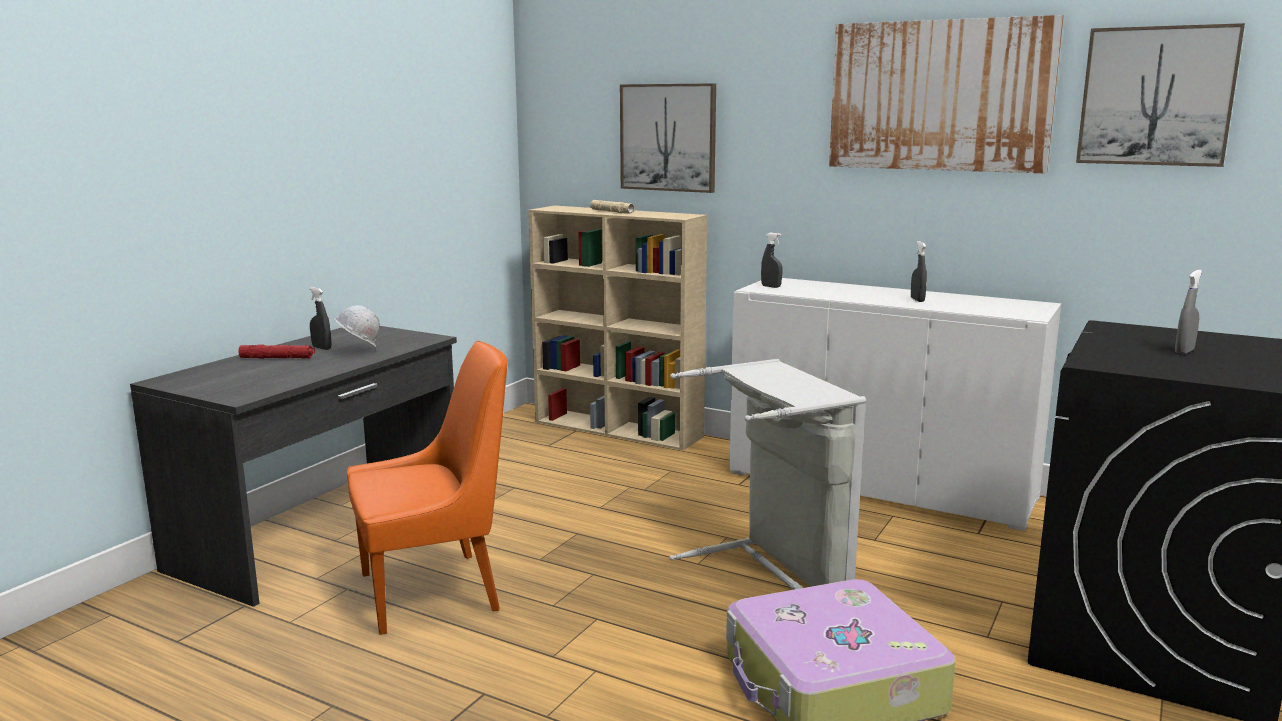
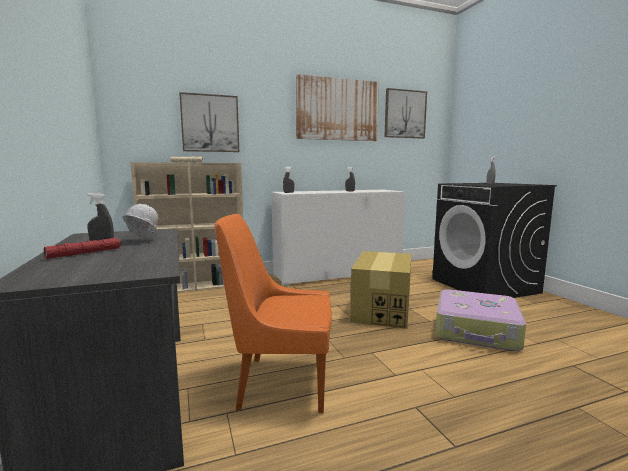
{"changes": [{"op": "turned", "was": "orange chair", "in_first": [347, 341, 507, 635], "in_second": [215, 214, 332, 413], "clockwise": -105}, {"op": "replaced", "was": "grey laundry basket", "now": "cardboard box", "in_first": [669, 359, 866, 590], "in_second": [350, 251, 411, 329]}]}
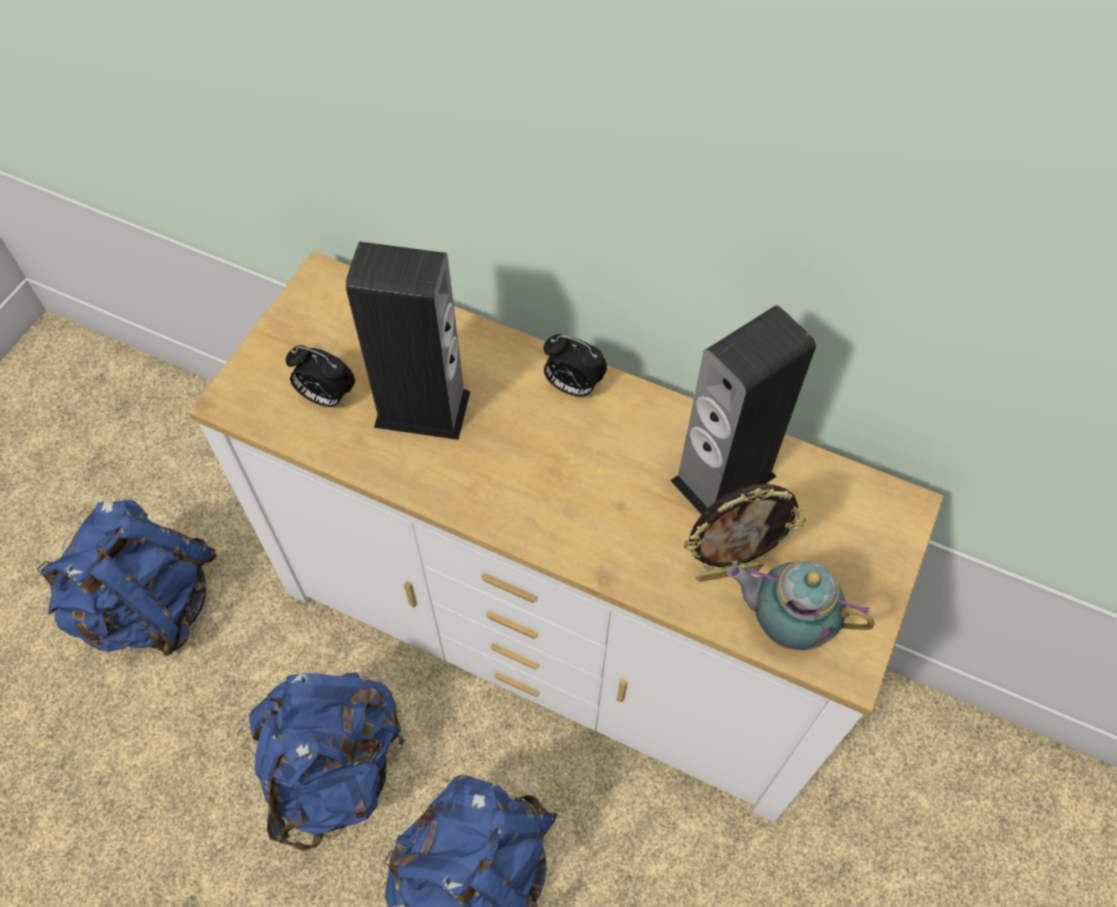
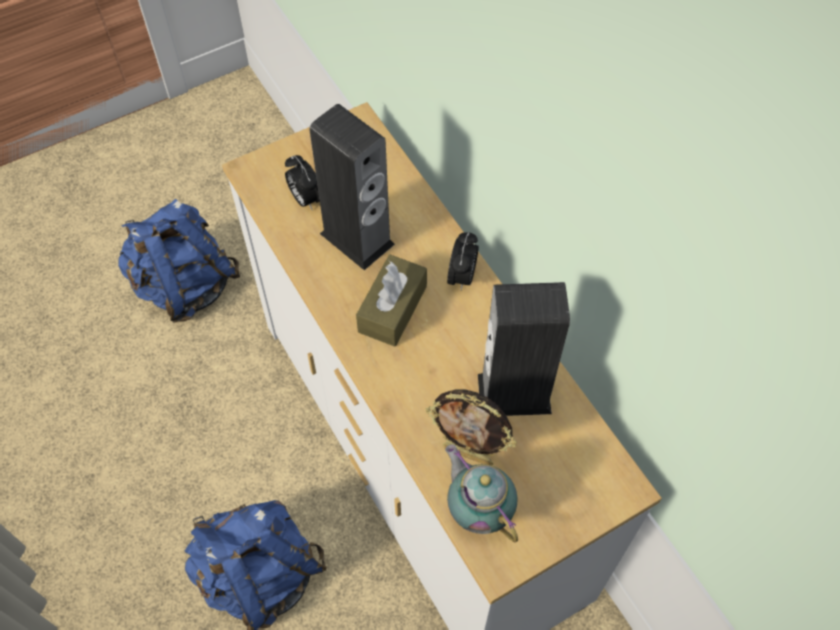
{"changes": [{"op": "removed", "was": "blue backpack", "in_first": [249, 672, 406, 851]}, {"op": "turned", "was": "alarm clock", "in_first": [543, 334, 607, 397], "in_second": [447, 232, 478, 290], "clockwise": -135}, {"op": "added", "now": "brown tissue box", "in_second": [356, 255, 427, 347]}]}
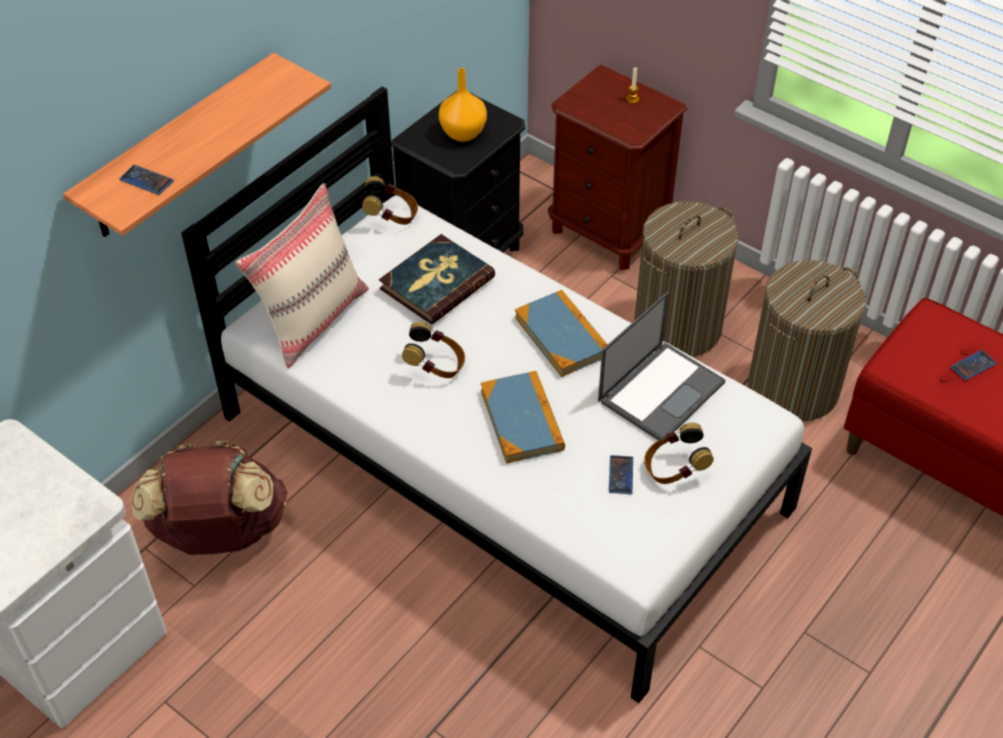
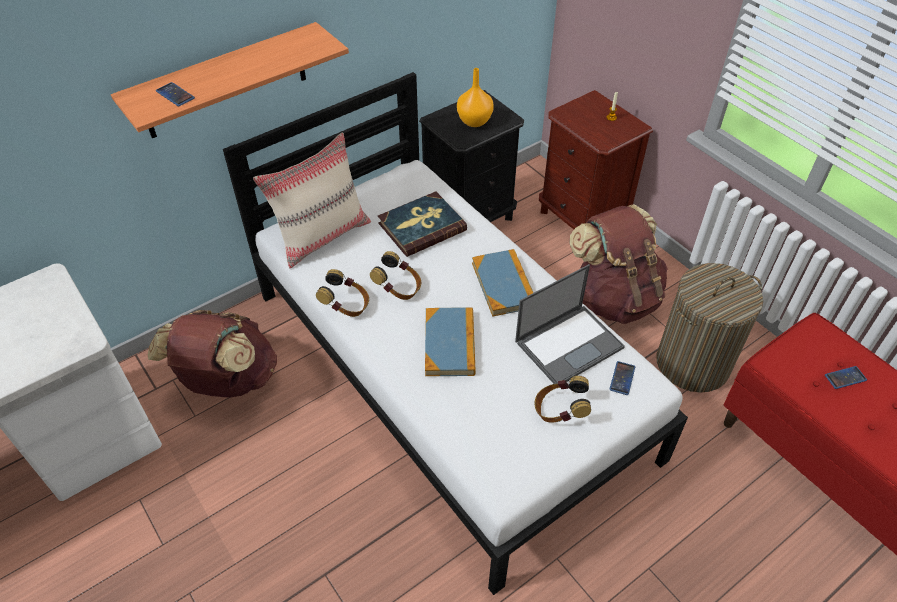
{"changes": [{"op": "moved", "was": "headphones", "in_first": [362, 176, 418, 225], "in_second": [316, 269, 369, 317]}, {"op": "moved", "was": "phone", "in_first": [609, 455, 633, 494], "in_second": [610, 361, 635, 395]}, {"op": "replaced", "was": "laundry basket", "now": "brown backpack", "in_first": [634, 201, 739, 357], "in_second": [569, 204, 668, 324]}]}
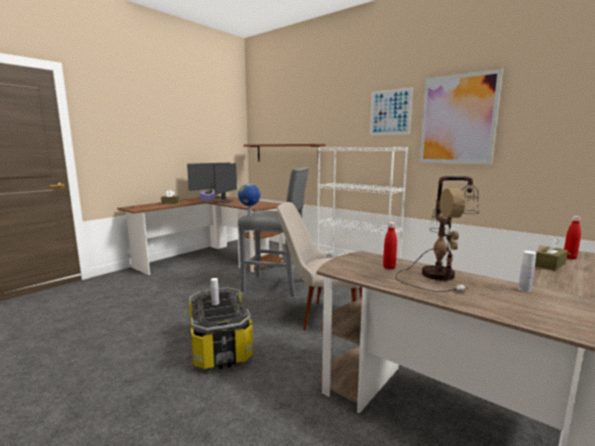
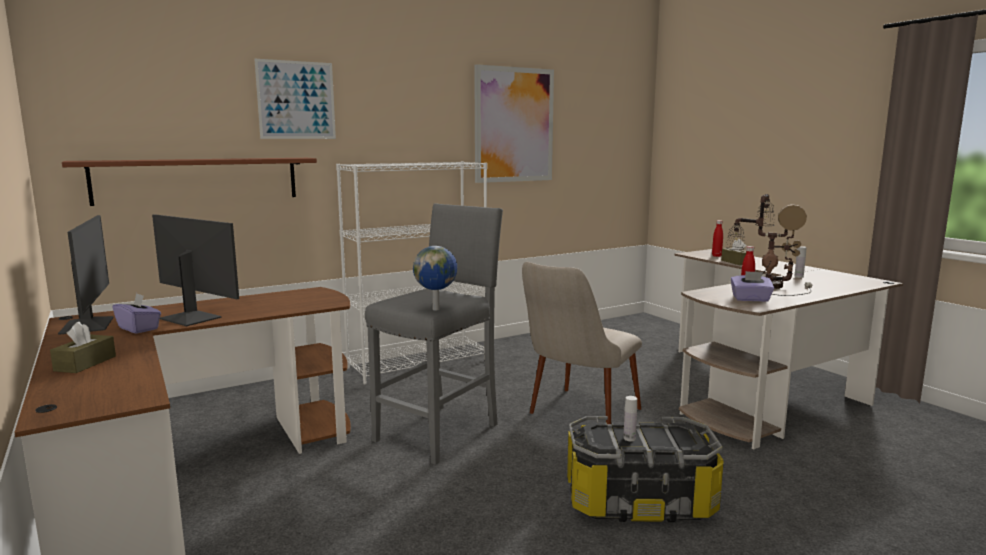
{"changes": [{"op": "moved", "was": "picture", "in_first": [370, 87, 413, 135], "in_second": [255, 59, 336, 139]}, {"op": "added", "now": "purple tissue box", "in_second": [731, 271, 775, 302]}]}
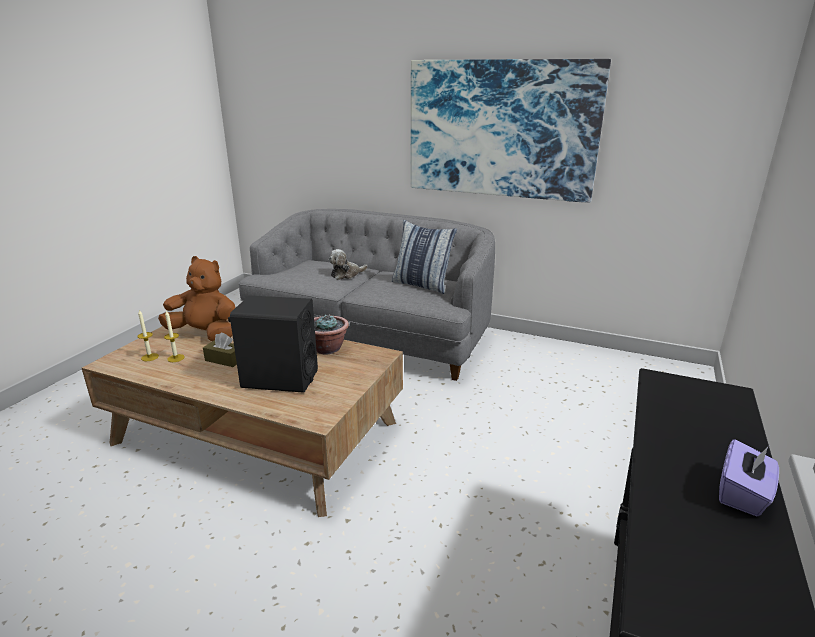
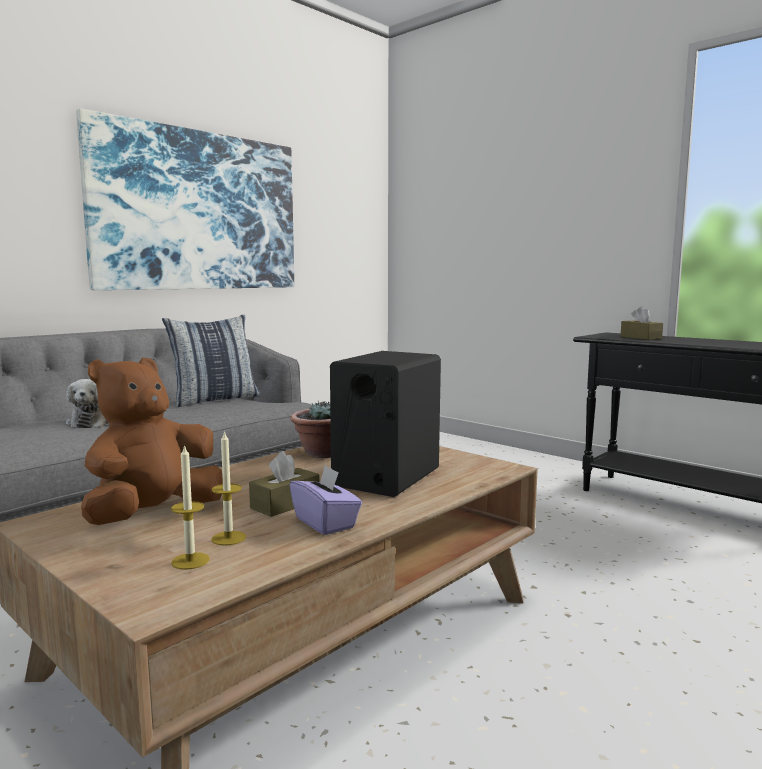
{"changes": [{"op": "moved", "was": "purple tissue box", "in_first": [719, 439, 779, 516], "in_second": [290, 465, 362, 535]}, {"op": "added", "now": "brown tissue box", "in_second": [621, 307, 663, 340]}]}
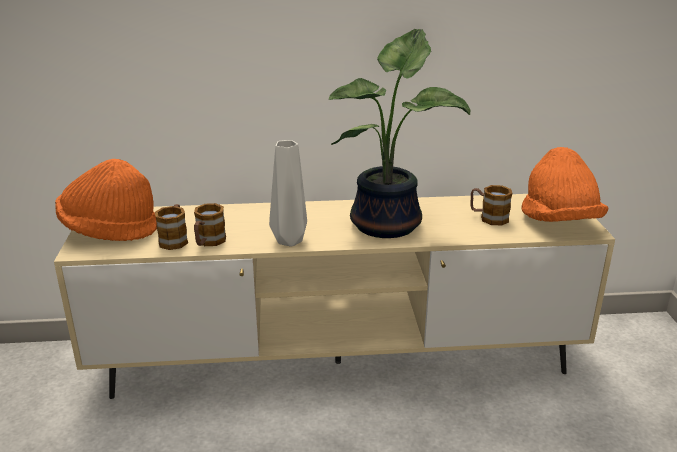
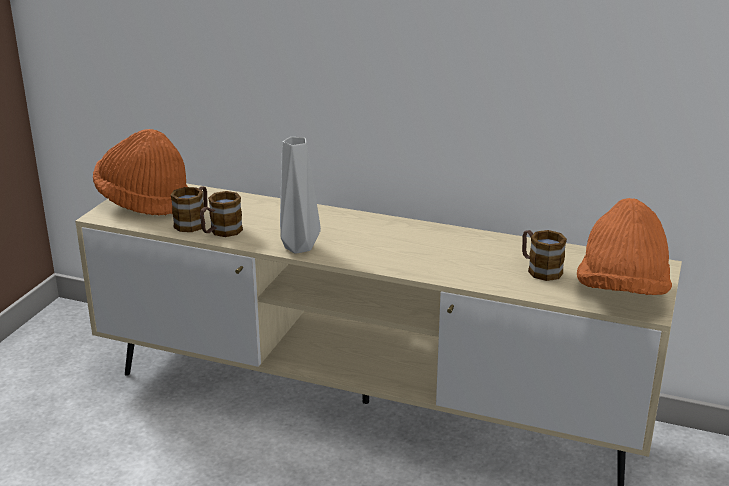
{"changes": [{"op": "removed", "was": "potted plant", "in_first": [329, 29, 470, 238]}]}
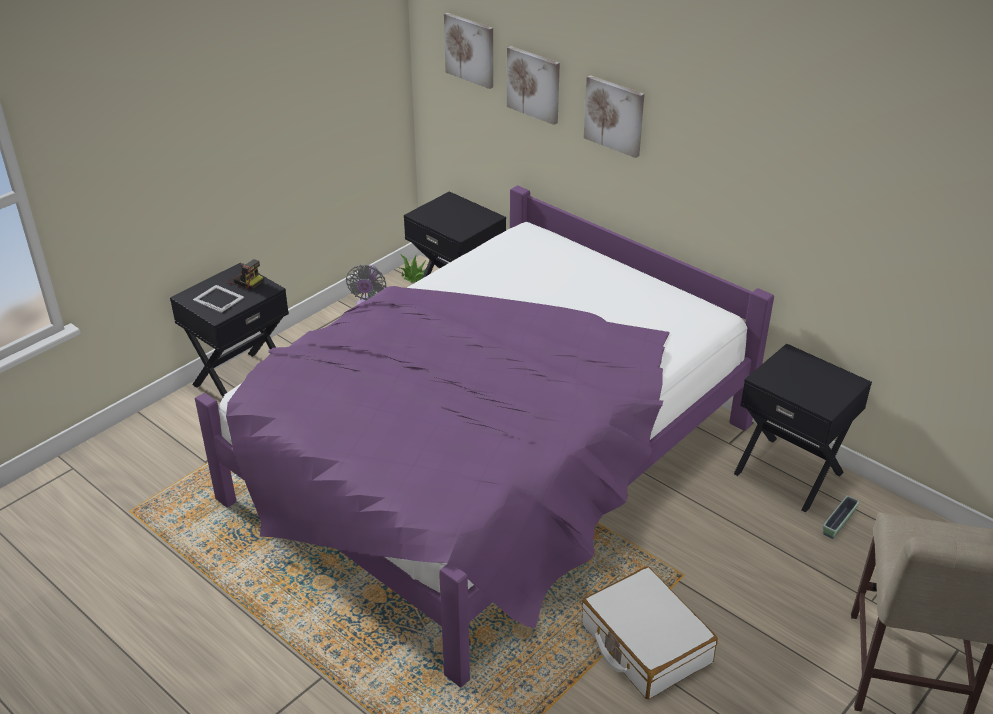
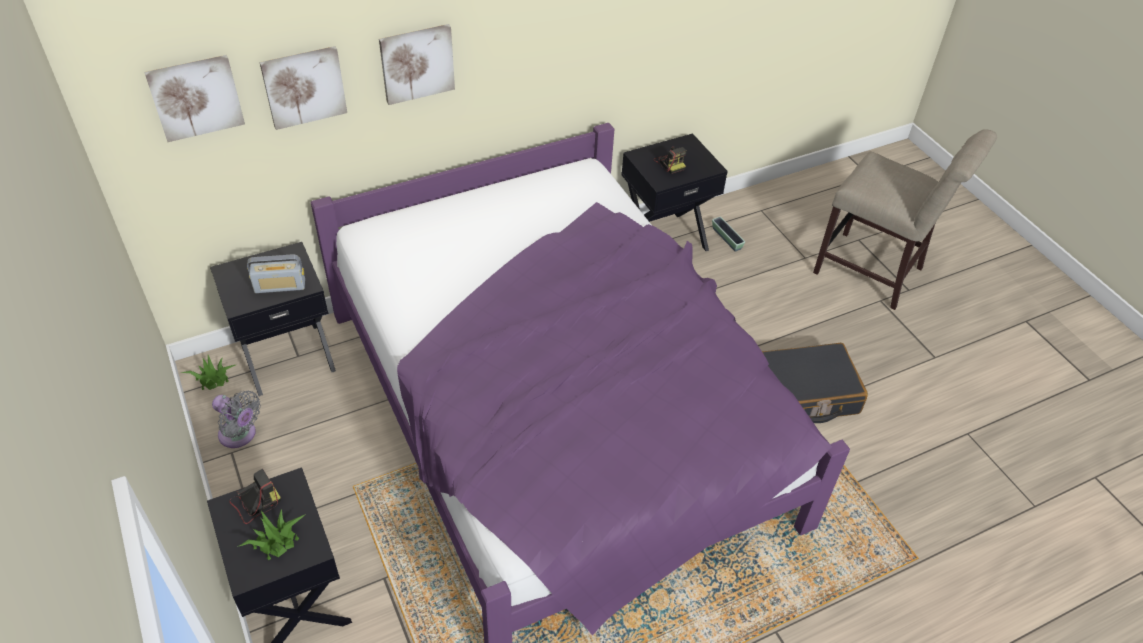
{"changes": [{"op": "replaced", "was": "picture frame", "now": "potted plant", "in_first": [193, 285, 244, 313], "in_second": [237, 510, 306, 560]}, {"op": "recoloured", "was": "white suitcase", "now": "black suitcase", "in_first": [582, 566, 718, 699], "in_second": [762, 343, 868, 423]}, {"op": "added", "now": "radio", "in_second": [247, 255, 305, 293]}, {"op": "added", "now": "photo camera", "in_second": [654, 147, 687, 174]}]}
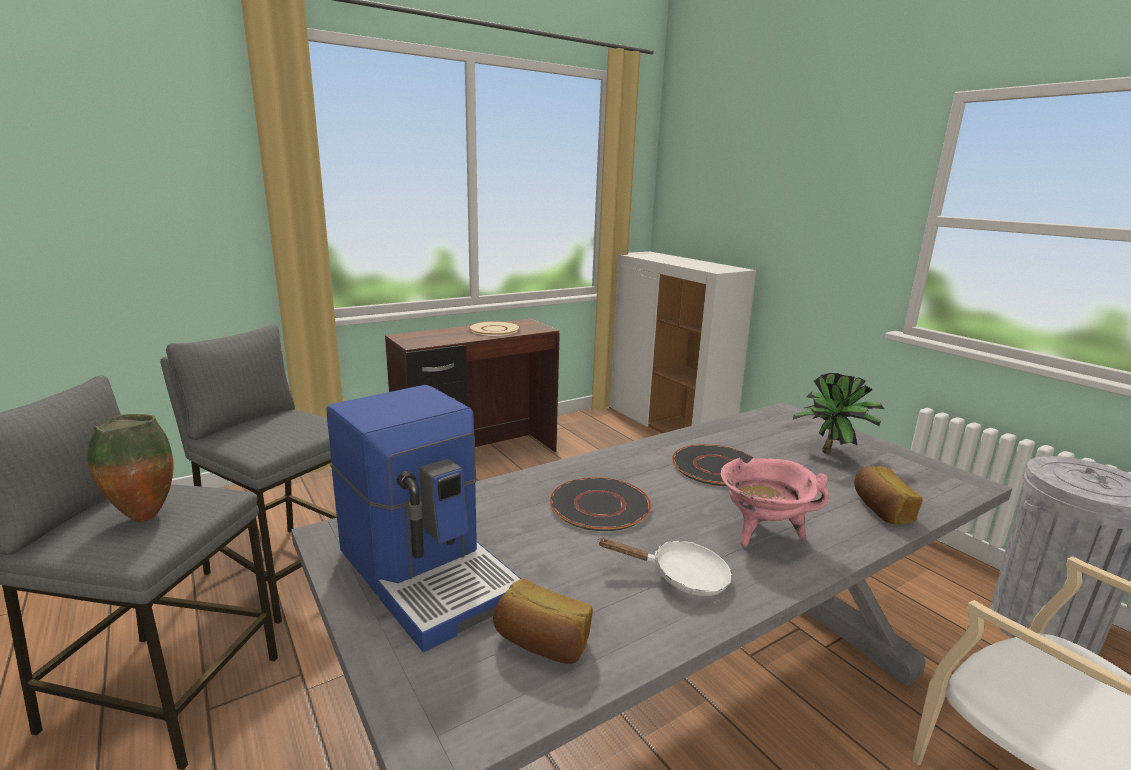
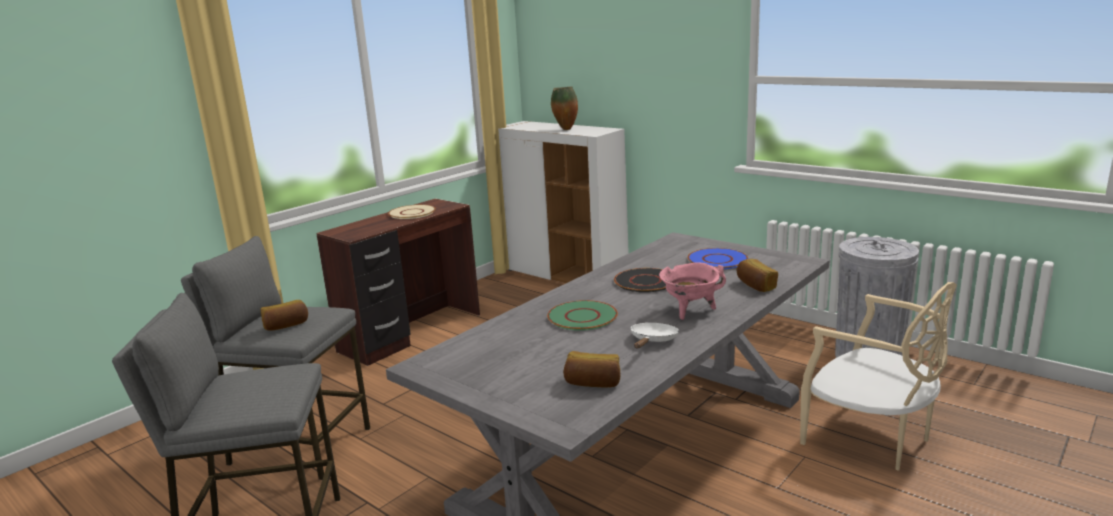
{"changes": [{"op": "moved", "was": "vase", "in_first": [87, 414, 174, 522], "in_second": [551, 87, 578, 130]}, {"op": "removed", "was": "coffee machine", "in_first": [327, 385, 521, 653]}, {"op": "recoloured", "was": "black plate", "now": "green plate", "in_first": [549, 477, 652, 531], "in_second": [547, 300, 618, 331]}, {"op": "turned", "was": "white frying pan", "in_first": [597, 538, 732, 596], "in_second": [631, 323, 679, 348], "clockwise": -60}, {"op": "replaced", "was": "potted plant", "now": "blue plate", "in_first": [793, 373, 884, 454], "in_second": [687, 248, 748, 269]}, {"op": "added", "now": "bread", "in_second": [261, 300, 308, 331]}]}
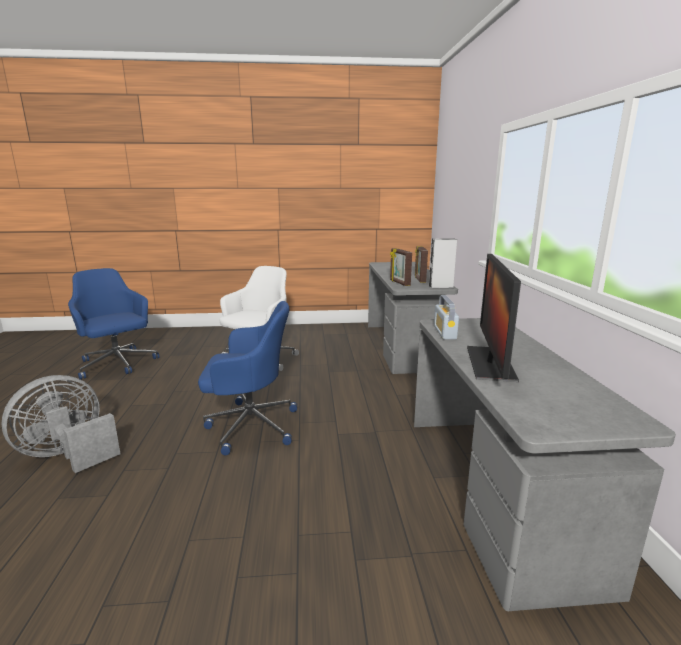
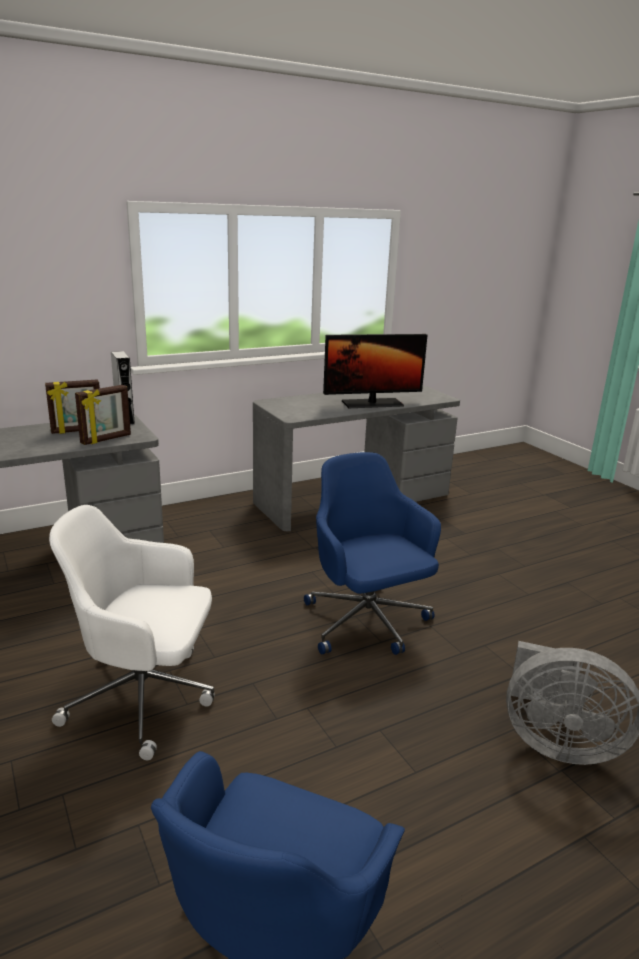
{"changes": [{"op": "removed", "was": "radio", "in_first": [434, 295, 459, 340]}]}
